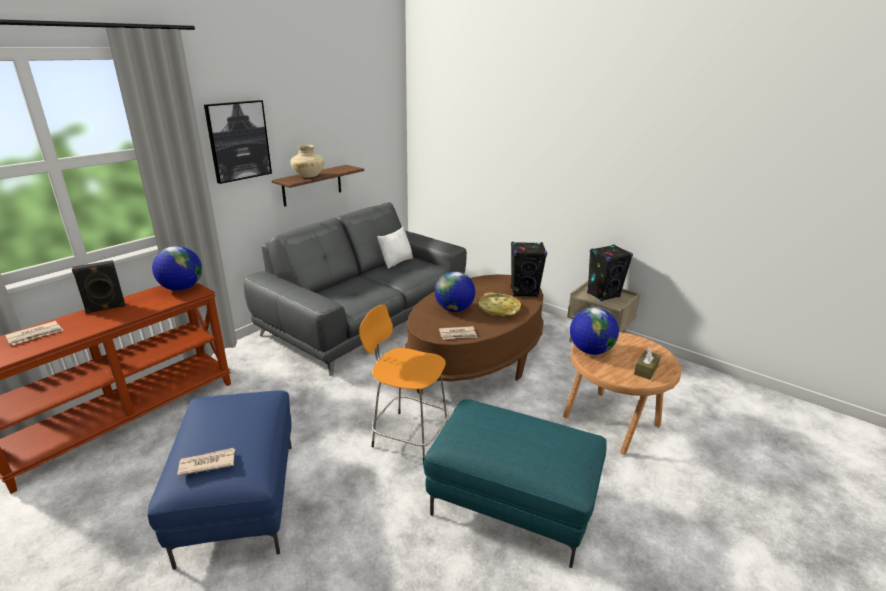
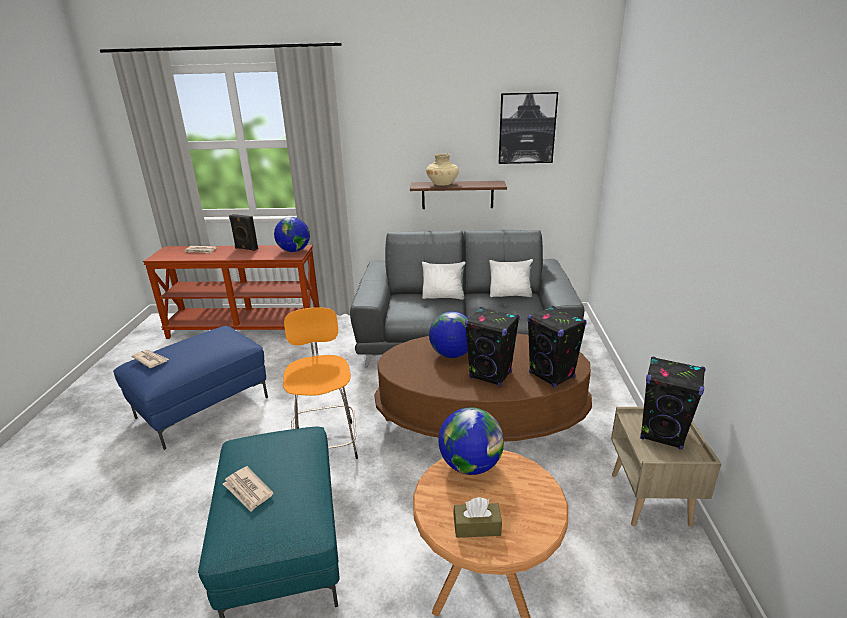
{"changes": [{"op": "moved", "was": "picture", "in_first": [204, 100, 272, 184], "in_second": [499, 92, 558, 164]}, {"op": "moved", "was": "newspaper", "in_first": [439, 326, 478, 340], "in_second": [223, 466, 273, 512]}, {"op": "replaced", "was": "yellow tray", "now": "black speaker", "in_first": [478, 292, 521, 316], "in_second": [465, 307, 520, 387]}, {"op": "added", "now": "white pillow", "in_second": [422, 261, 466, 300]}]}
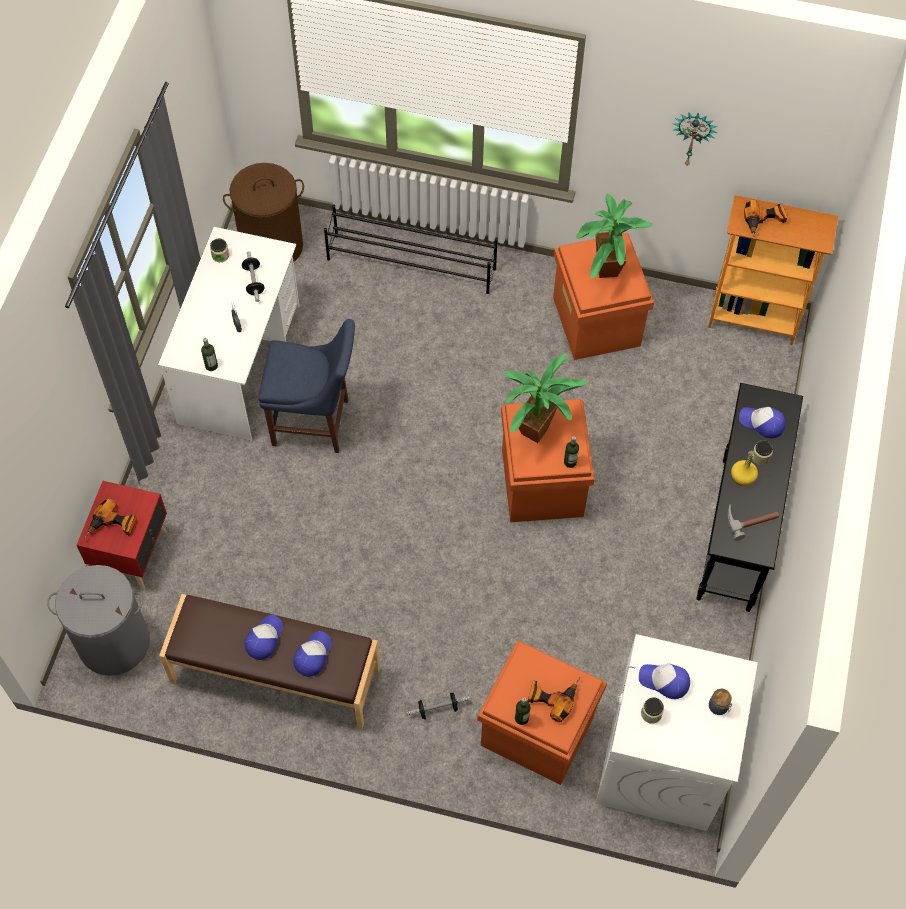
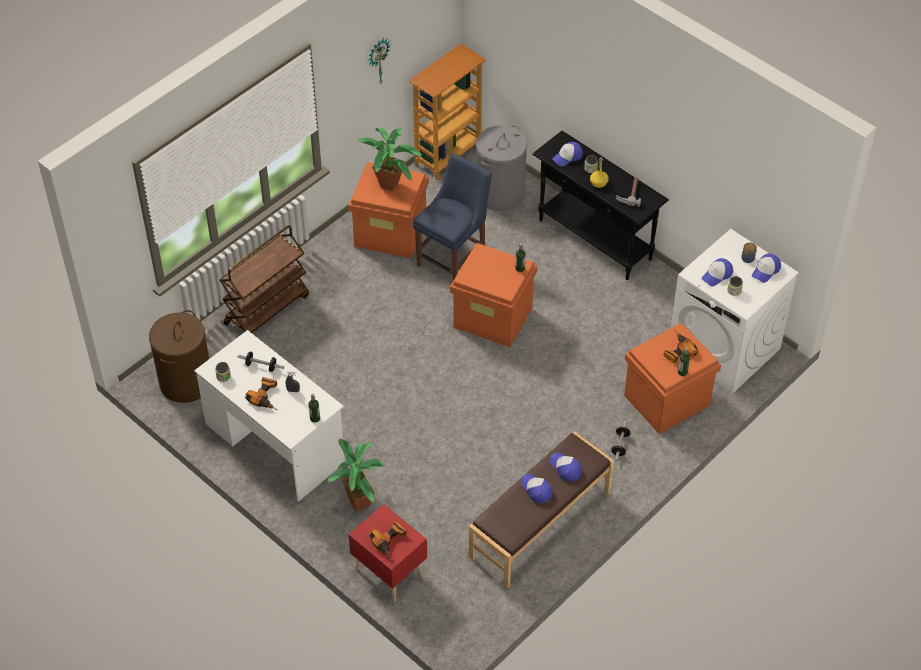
{"changes": [{"op": "moved", "was": "grey laundry basket", "in_first": [47, 565, 150, 676], "in_second": [476, 125, 527, 211]}, {"op": "moved", "was": "blue chair", "in_first": [258, 319, 355, 453], "in_second": [413, 153, 492, 281]}, {"op": "replaced", "was": "black shoe rack", "now": "brown cart", "in_first": [324, 204, 498, 294], "in_second": [220, 225, 309, 333]}, {"op": "moved", "was": "potted plant", "in_first": [504, 354, 588, 443], "in_second": [328, 439, 385, 512]}, {"op": "moved", "was": "power drill", "in_first": [744, 200, 788, 240], "in_second": [245, 377, 278, 410]}, {"op": "added", "now": "cap", "in_second": [752, 254, 781, 283]}]}
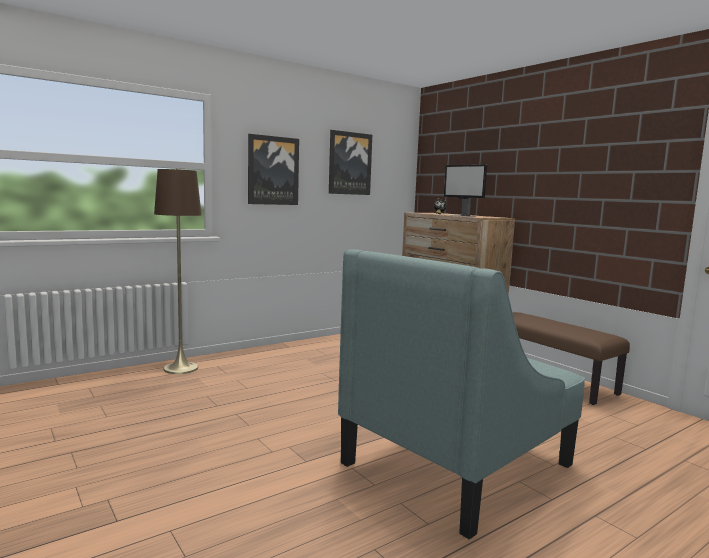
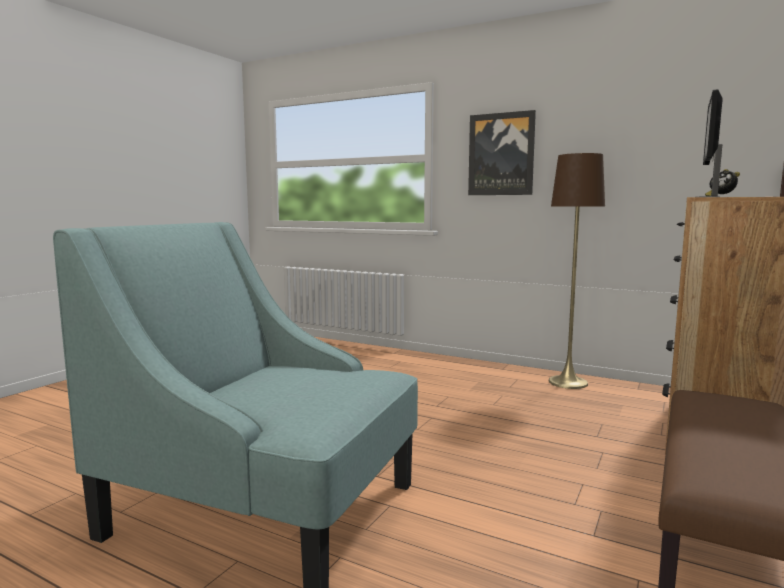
{"changes": [{"op": "moved", "was": "brown floor lamp", "in_first": [154, 168, 202, 374], "in_second": [549, 153, 605, 389]}, {"op": "removed", "was": "picture", "in_first": [329, 130, 372, 195]}]}
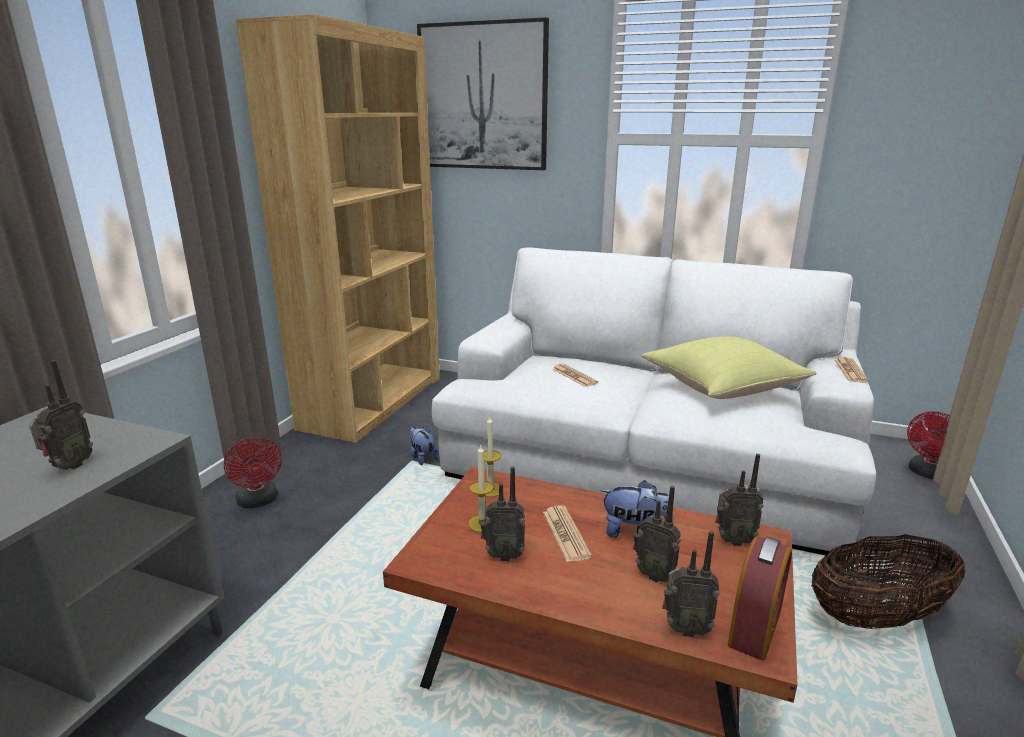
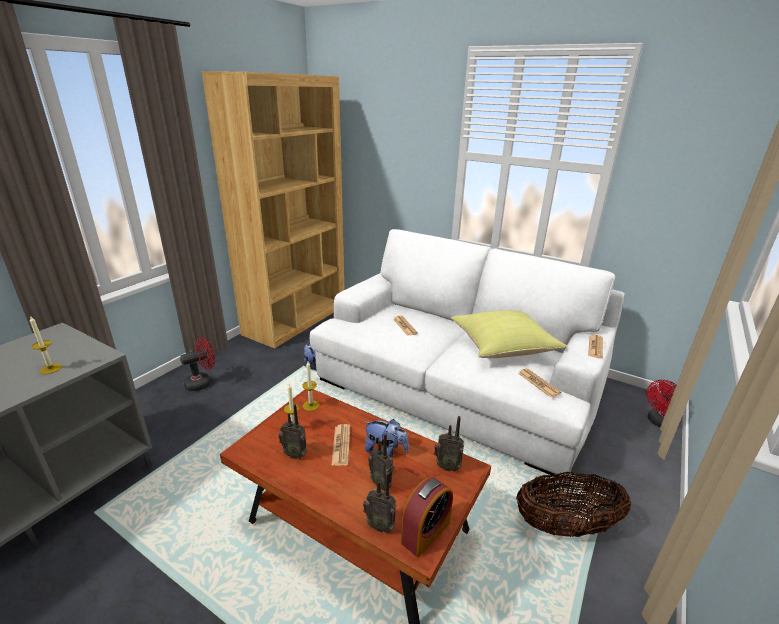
{"changes": [{"op": "replaced", "was": "radio", "now": "candle", "in_first": [30, 360, 93, 470], "in_second": [30, 317, 62, 374]}, {"op": "turned", "was": "red fan", "in_first": [224, 437, 282, 508], "in_second": [180, 338, 215, 391], "clockwise": -105}, {"op": "removed", "was": "picture", "in_first": [417, 17, 549, 170]}, {"op": "added", "now": "newspaper", "in_second": [518, 368, 561, 397]}]}
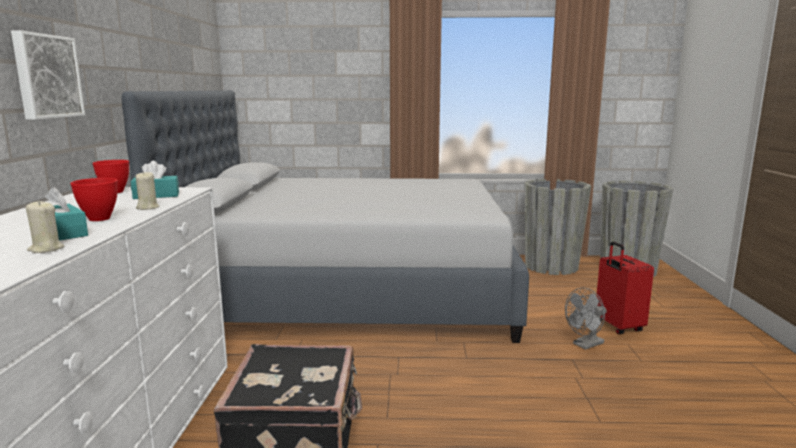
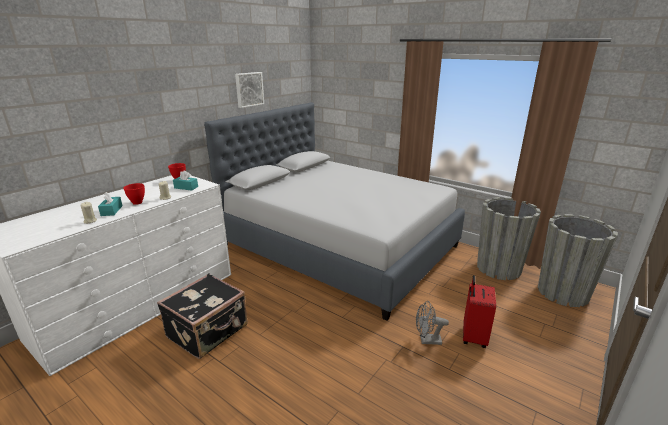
{"changes": [{"op": "moved", "was": "picture", "in_first": [11, 30, 85, 120], "in_second": [235, 72, 264, 108]}]}
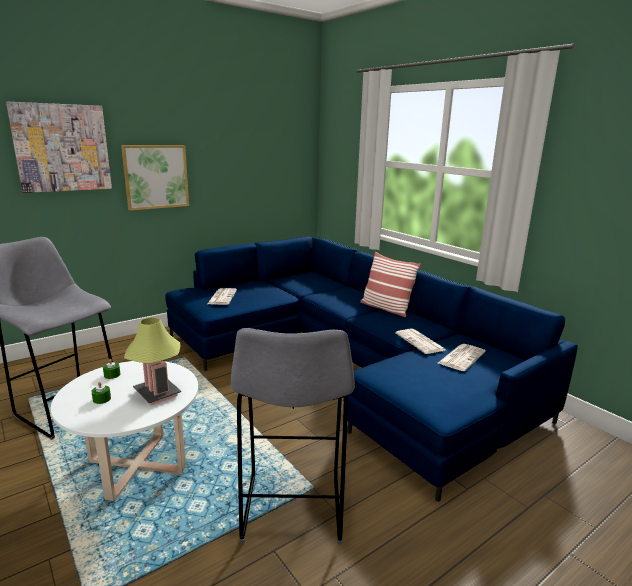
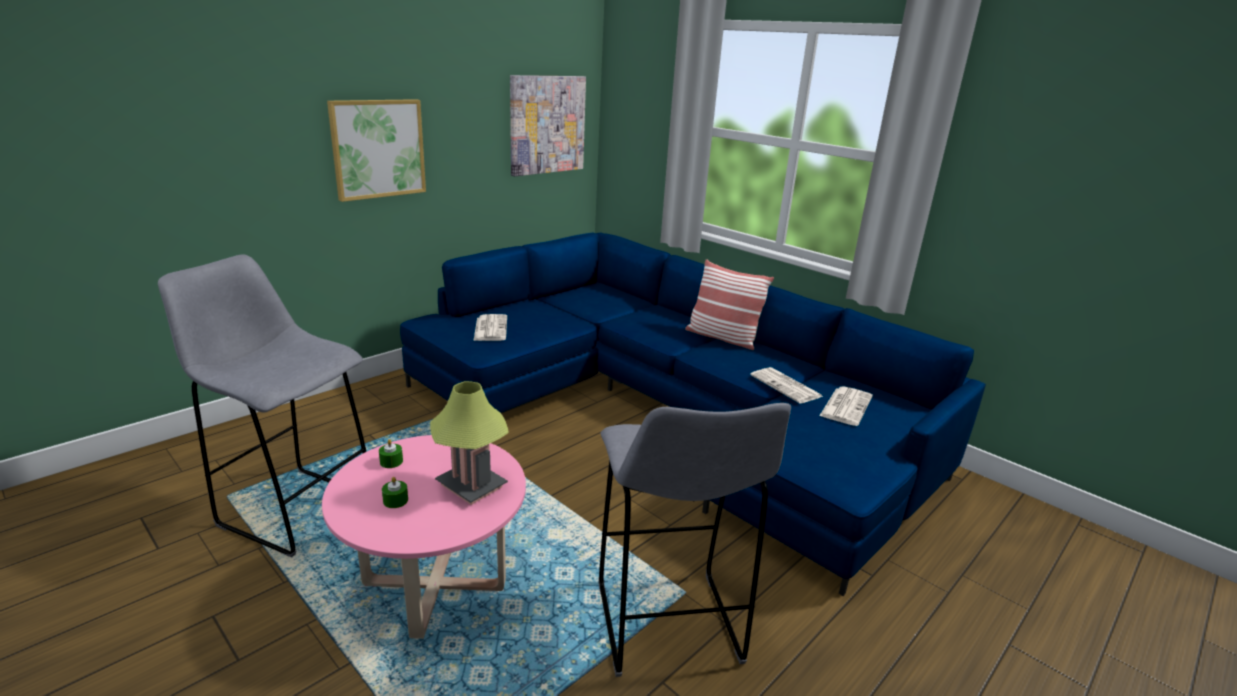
{"changes": [{"op": "moved", "was": "picture", "in_first": [6, 102, 112, 193], "in_second": [510, 75, 586, 176]}, {"op": "recoloured", "was": "white coffee table", "now": "pink coffee table", "in_first": [51, 361, 198, 501], "in_second": [322, 435, 526, 639]}]}
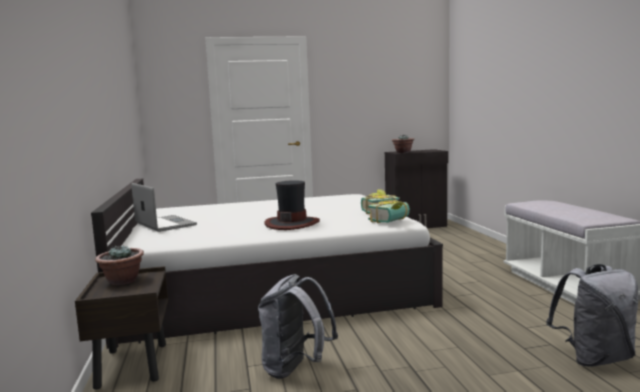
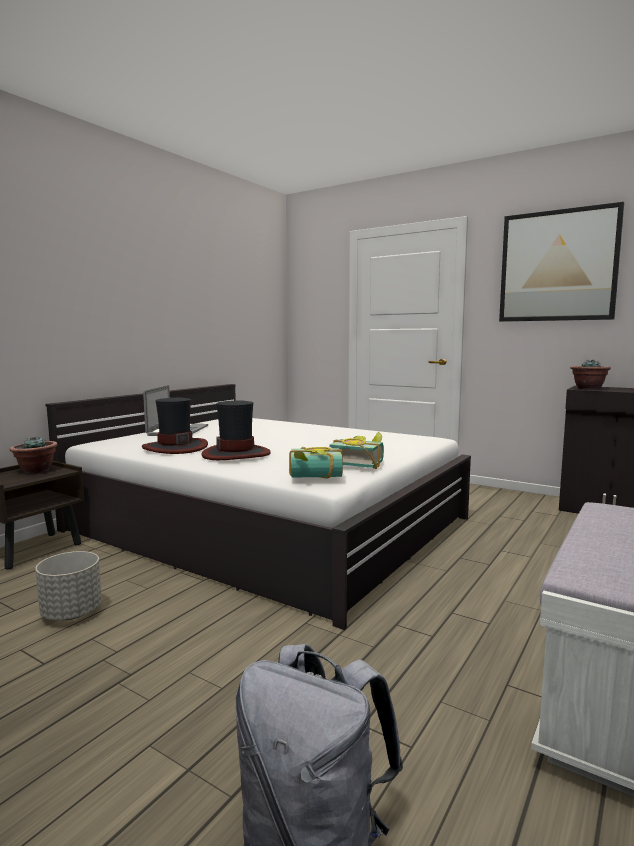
{"changes": [{"op": "replaced", "was": "grey backpack", "now": "grey planter", "in_first": [258, 274, 338, 379], "in_second": [35, 551, 102, 620]}, {"op": "added", "now": "hat", "in_second": [142, 398, 208, 454]}, {"op": "added", "now": "picture", "in_second": [499, 202, 624, 322]}]}
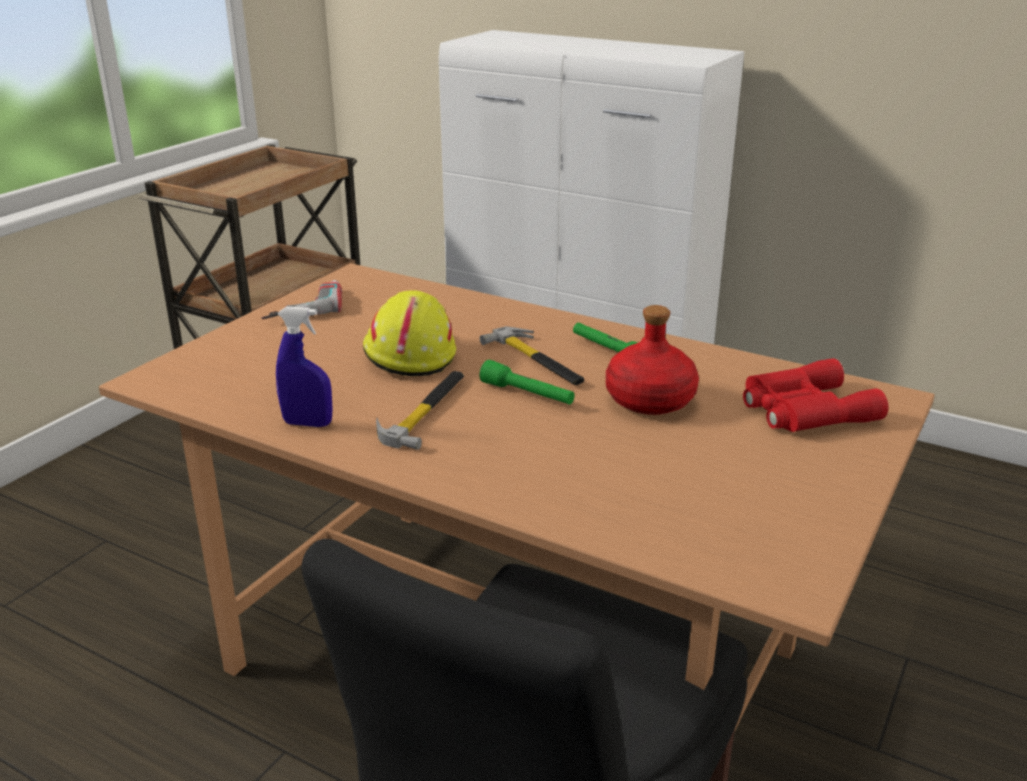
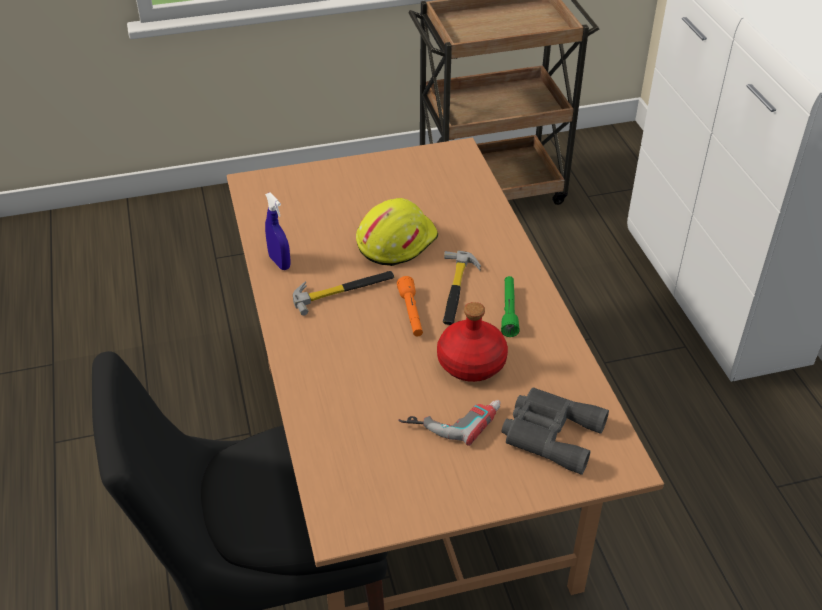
{"changes": [{"op": "moved", "was": "power drill", "in_first": [262, 280, 342, 319], "in_second": [398, 400, 501, 446]}, {"op": "recoloured", "was": "green flashlight", "now": "orange flashlight", "in_first": [480, 360, 575, 404], "in_second": [397, 276, 423, 336]}, {"op": "recoloured", "was": "red binoculars", "now": "grey binoculars", "in_first": [743, 358, 888, 432], "in_second": [501, 387, 609, 475]}]}
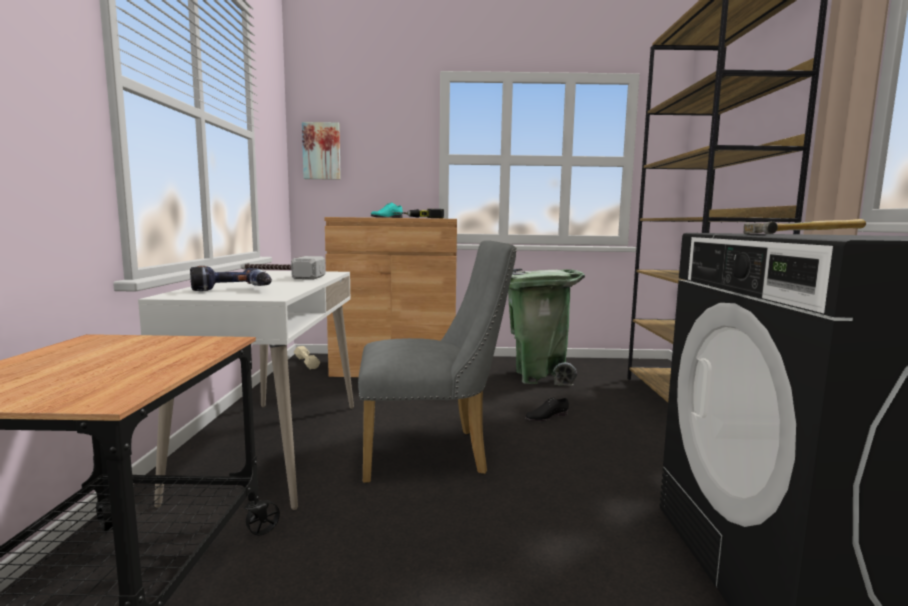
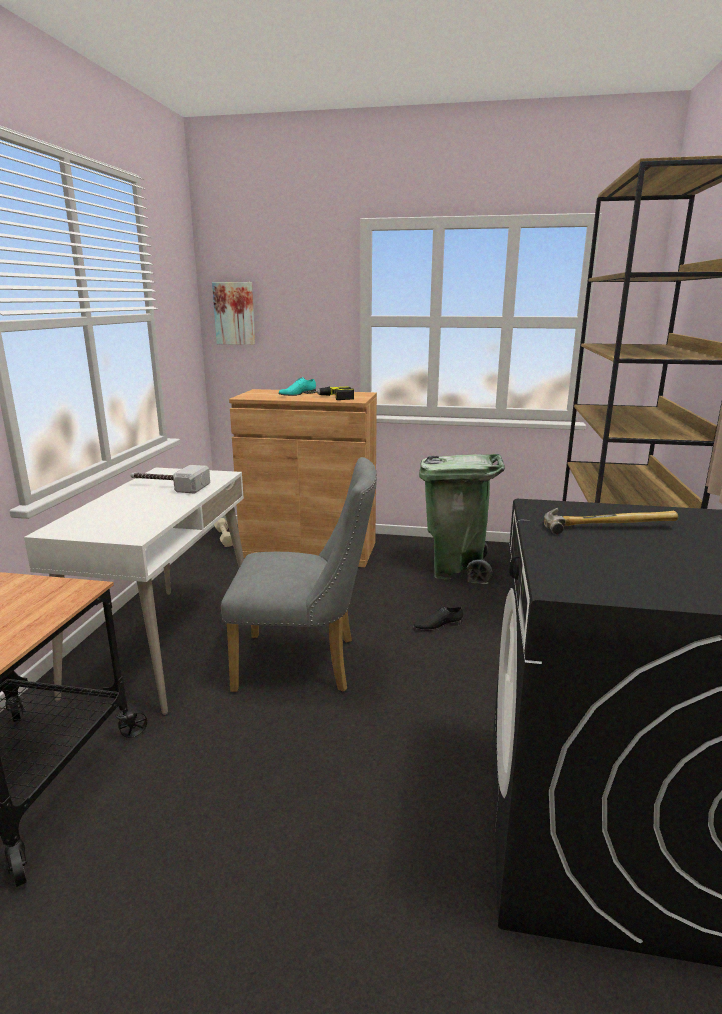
{"changes": [{"op": "removed", "was": "power drill", "in_first": [190, 266, 272, 291]}]}
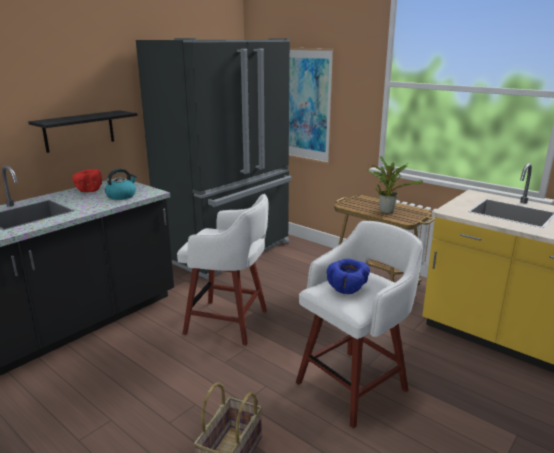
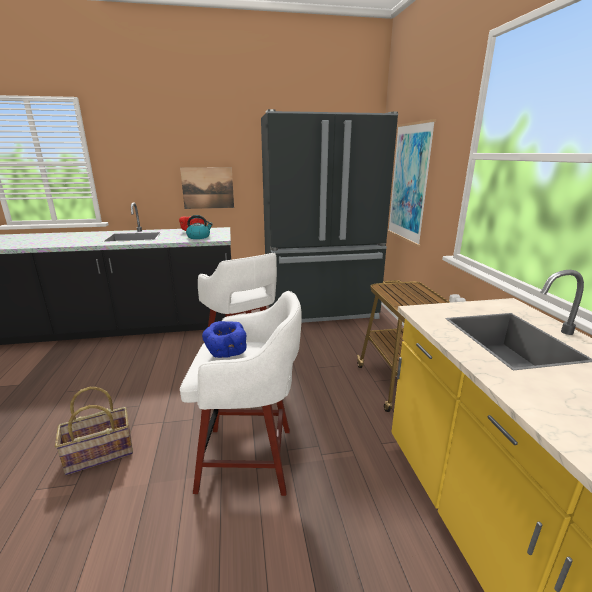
{"changes": [{"op": "replaced", "was": "black shelf", "now": "picture", "in_first": [28, 110, 137, 153], "in_second": [180, 167, 234, 209]}, {"op": "removed", "was": "potted plant", "in_first": [368, 156, 423, 214]}]}
